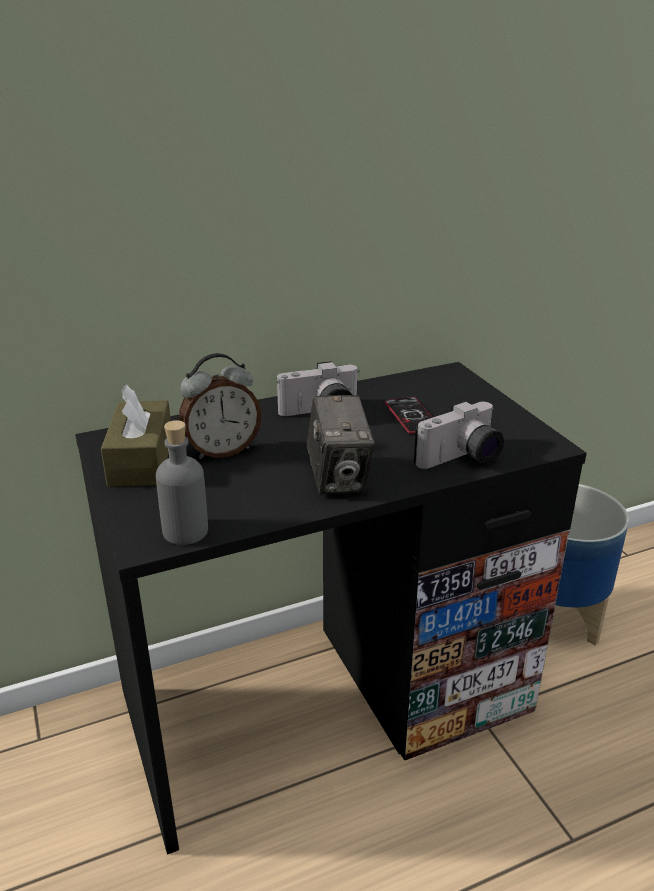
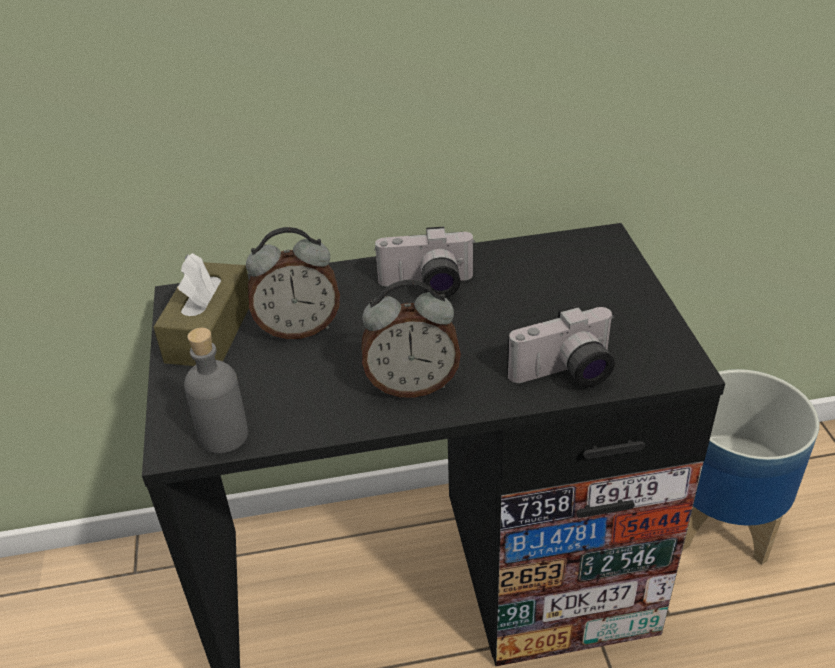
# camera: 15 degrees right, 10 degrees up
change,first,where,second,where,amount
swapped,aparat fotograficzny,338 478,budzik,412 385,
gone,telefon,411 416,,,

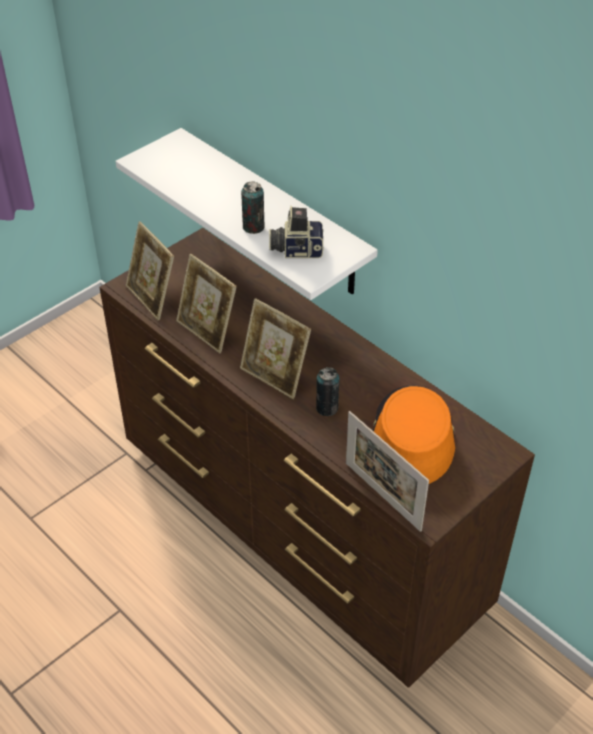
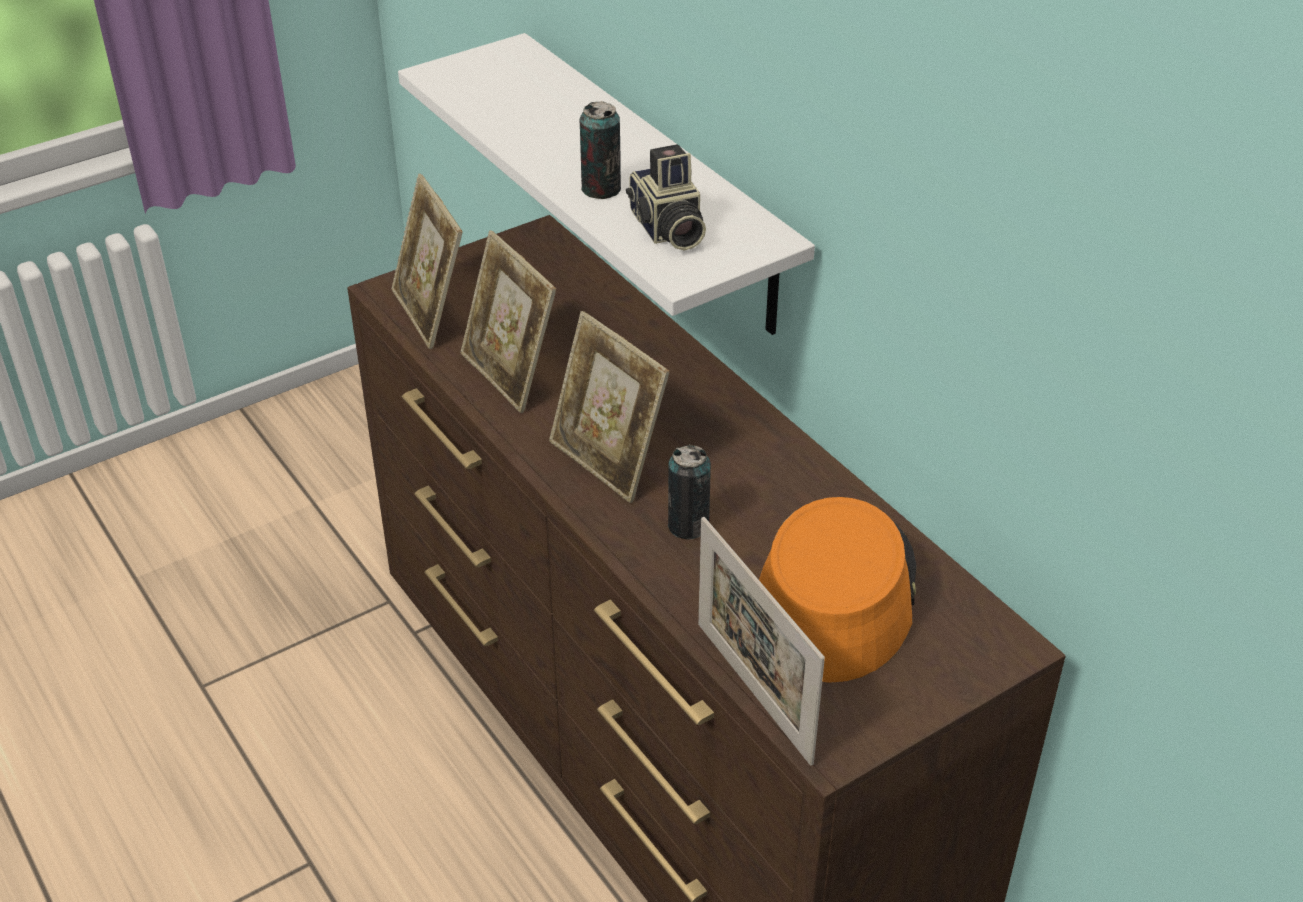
# camera: 10 degrees right, 5 degrees down
change,first,where,second,where,amount
rotated,aparat fotograficzny,296 249,,666 230,120 degrees counterclockwise

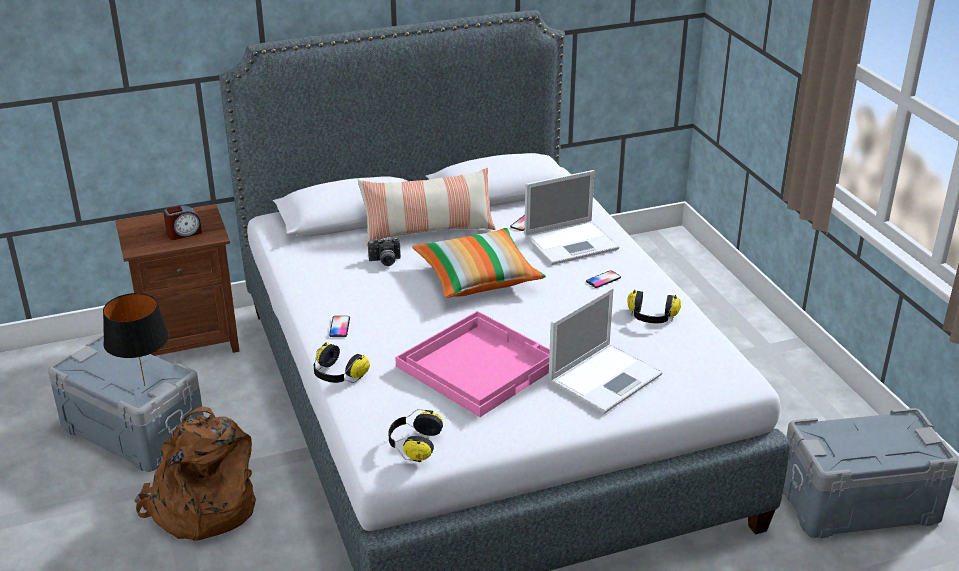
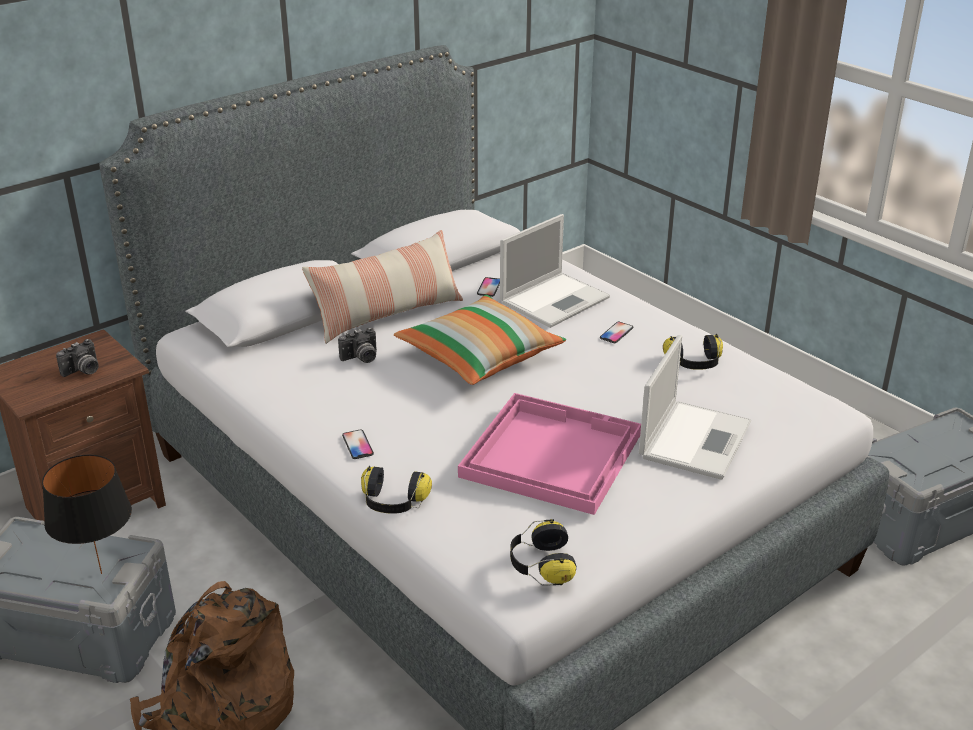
# camera: 20 degrees left, 0 degrees up
change,first,where,second,where,amount
swapped,budzik,184 233,aparat fotograficzny,83 371,

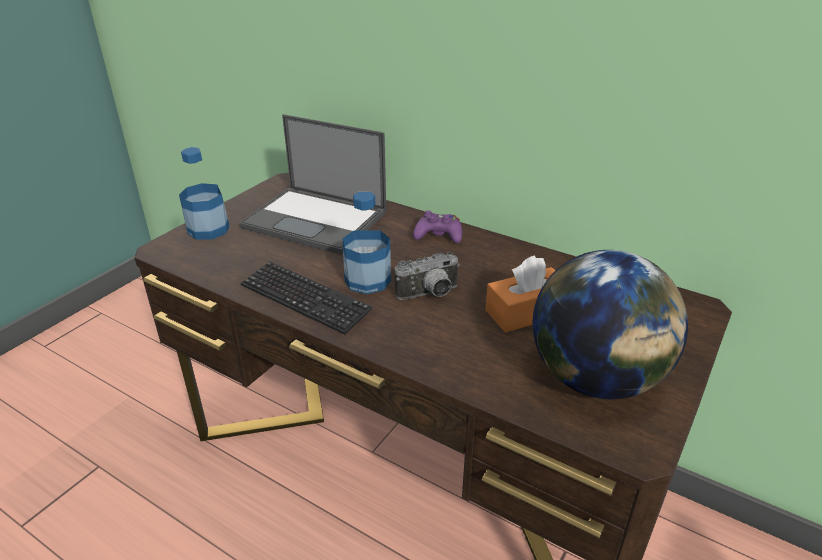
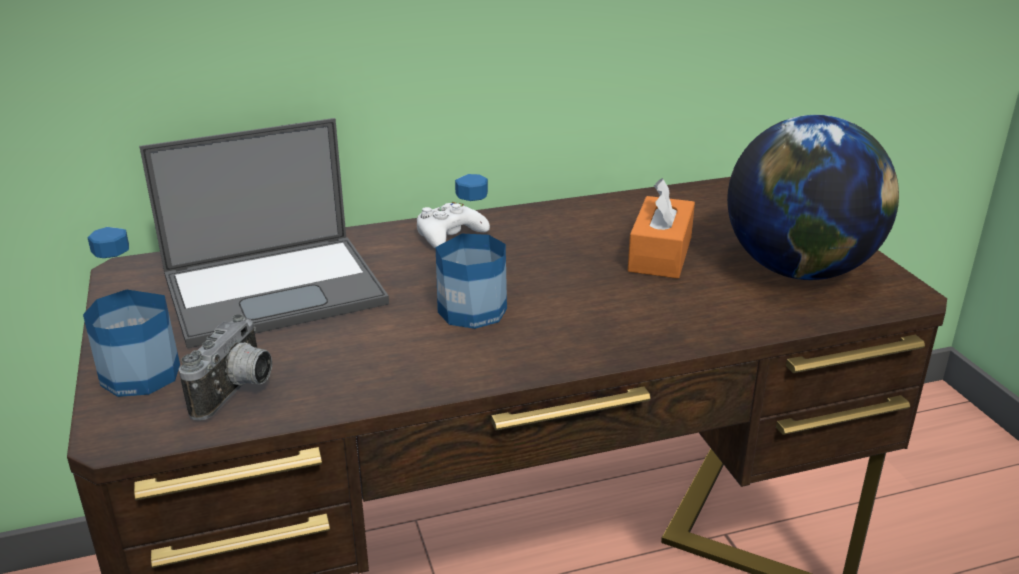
# camera: 50 degrees left, 5 degrees down
change,first,where,second,where,amount
gone,klawiatura,305 299,,,
shifted,aparat fotograficzny,430 295,,238 392,
repainted,pad do gier [fioletowy],438 235,pad do gier [biały],449 235,

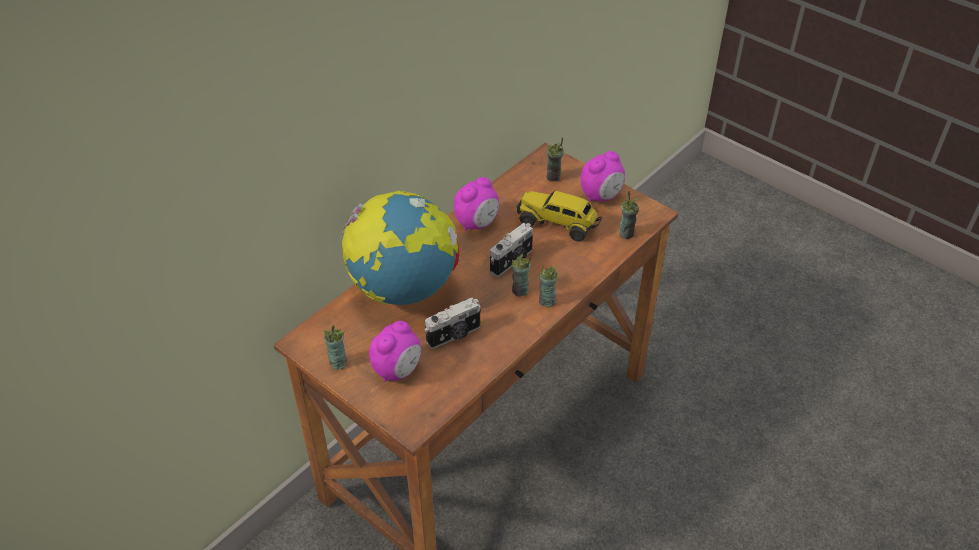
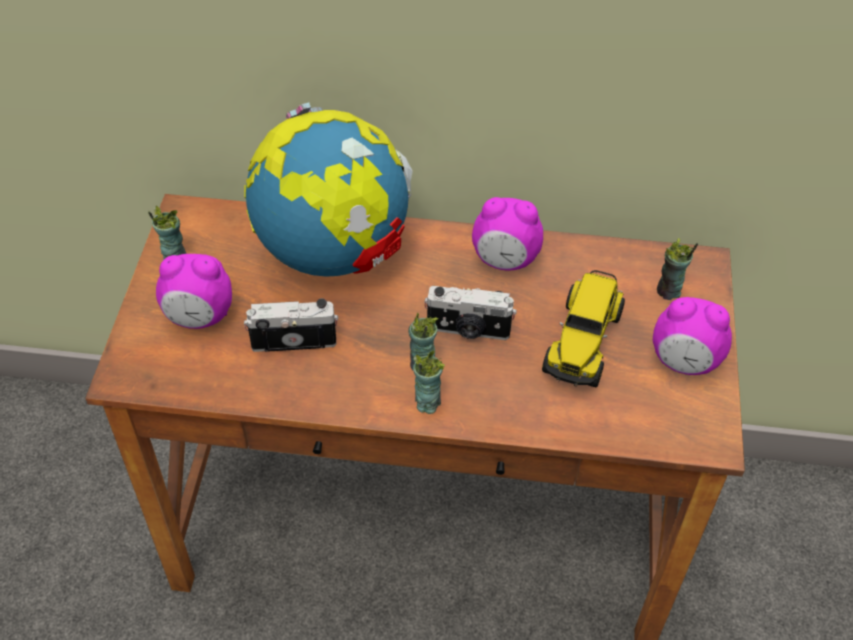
# camera: 55 degrees right, 5 degrees up
change,first,where,second,where,amount
rotated,aparat fotograficzny,454 335,,294 340,150 degrees clockwise
rotated,ciężarówka zabawkowa,558 223,,583 341,150 degrees counterclockwise
gone,filiżanka,626 233,,,

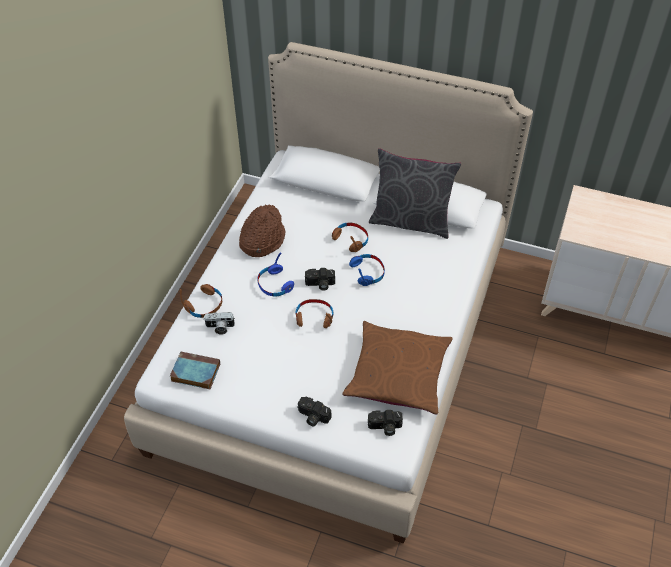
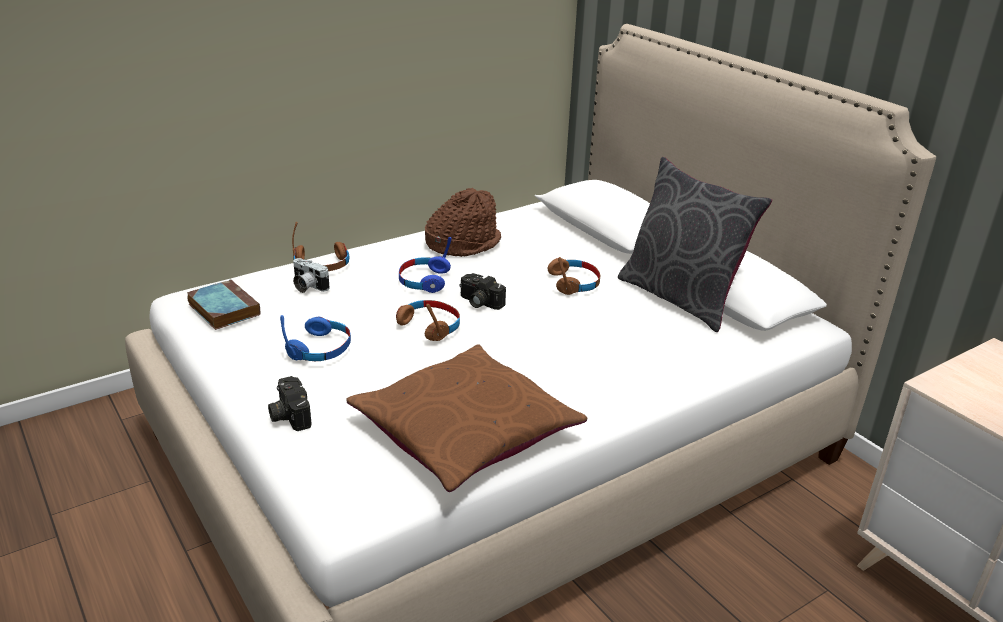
# camera: 35 degrees right, 20 degrees down
change,first,where,second,where,amount
shifted,słuchawki [niebieski],367 272,,321 349,
gone,aparat fotograficzny,384 427,,,

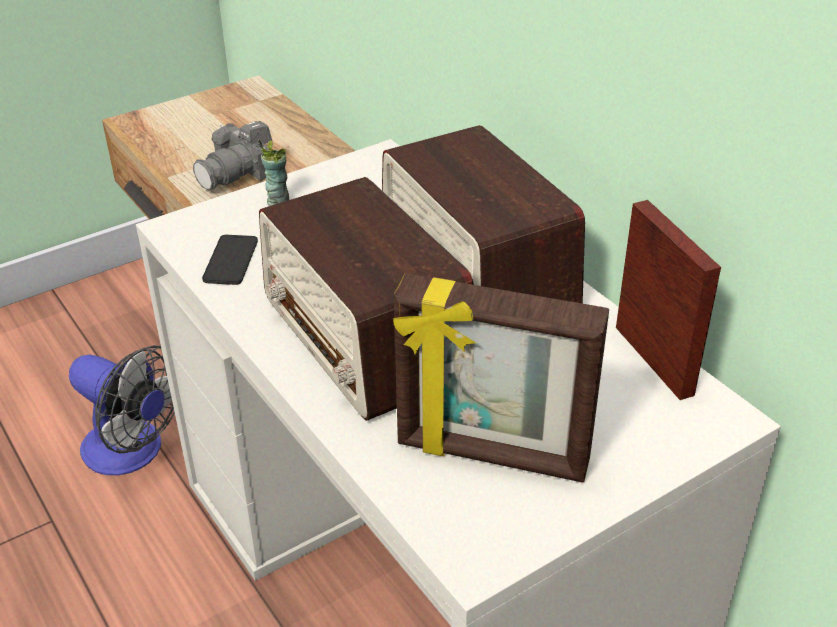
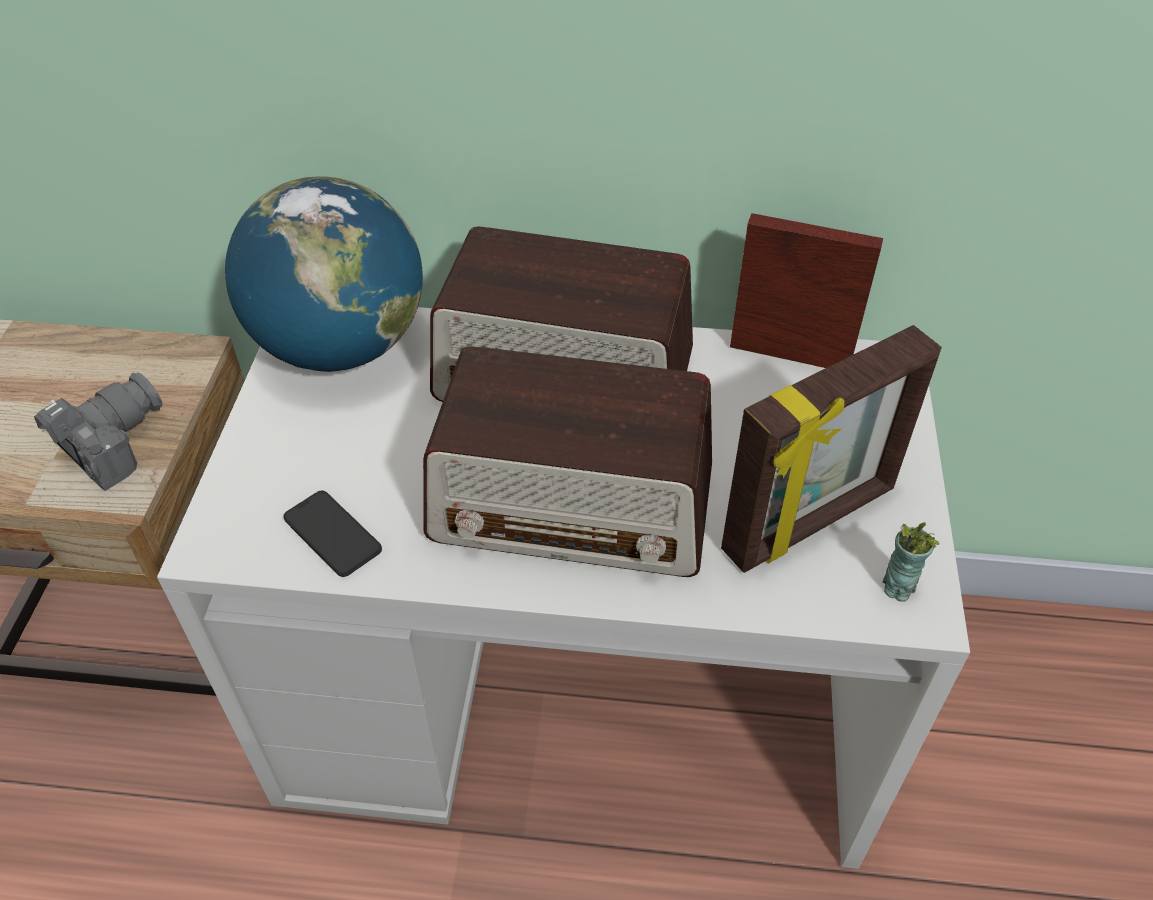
# camera: 50 degrees left, 10 degrees up
change,first,where,second,where,amount
gone,wentylator,133 452,,,
rotated,aparat fotograficzny,238 173,,109 443,135 degrees counterclockwise
shifted,filiżanka,278 200,,897 586,
new,,,globus,341 346,

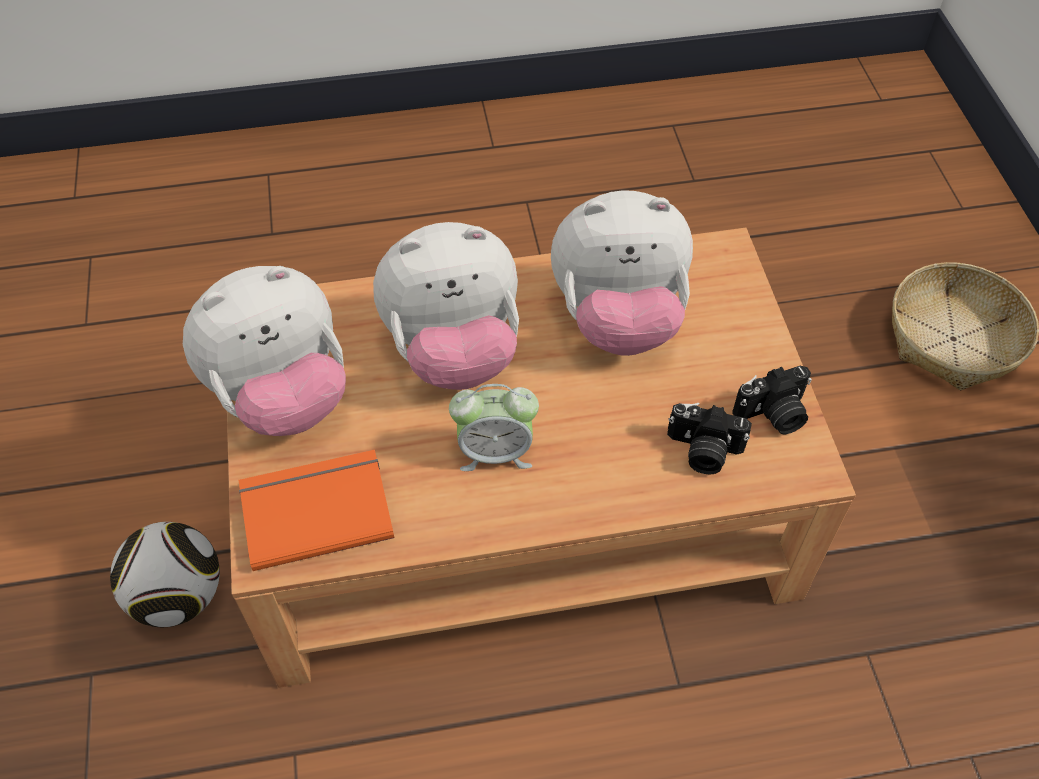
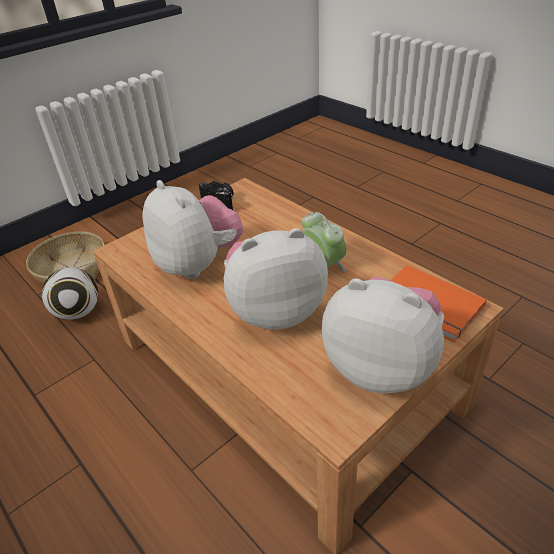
# camera: 120 degrees left, 15 degrees down
change,first,where,second,where,amount
shifted,piłka futbolowa,178 596,,78 312,
rotated,pluszak,454 351,,275 311,60 degrees counterclockwise
gone,aparat fotograficzny,703 451,,,

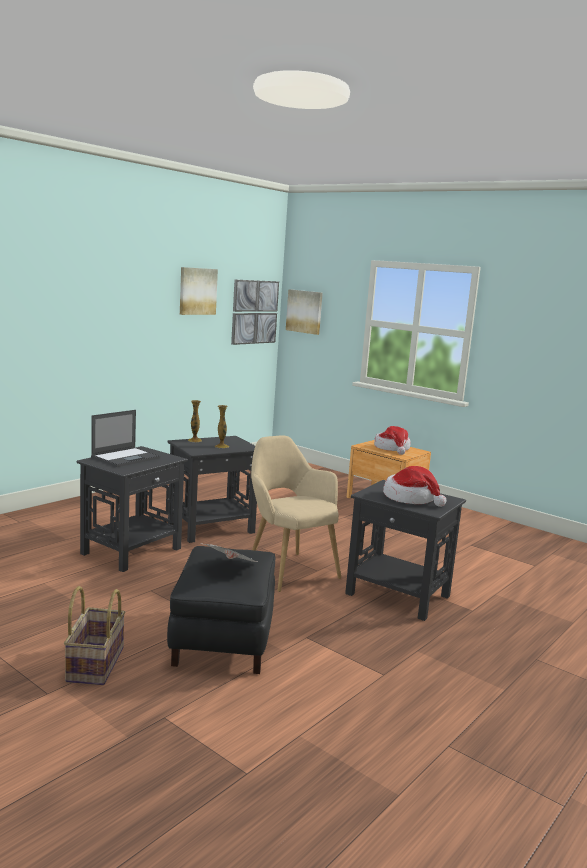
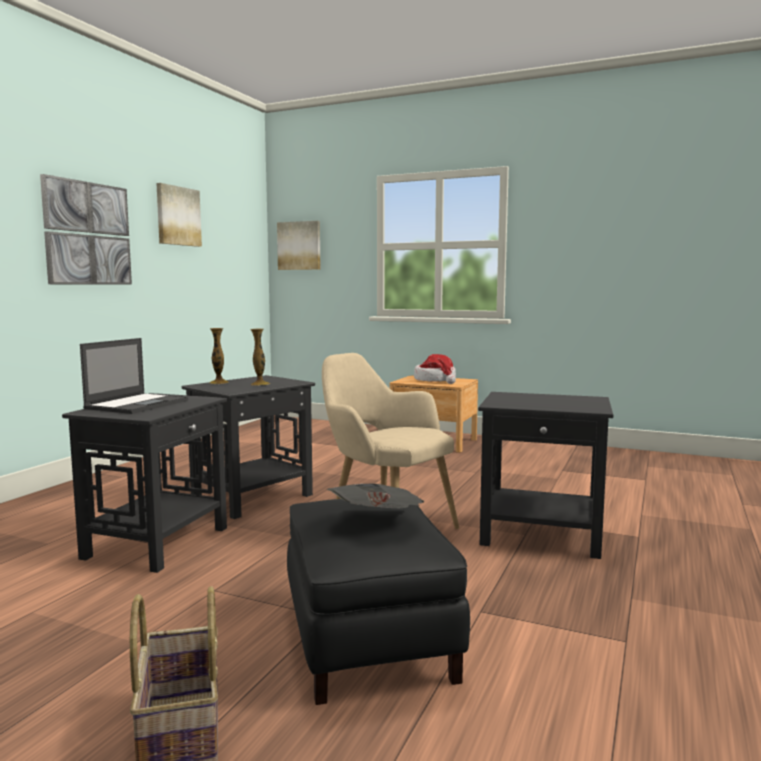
# camera: 15 degrees left, 5 degrees down
change,first,where,second,where,amount
shifted,obraz,254 312,,87 233,
gone,kapelusz,410 498,,,

